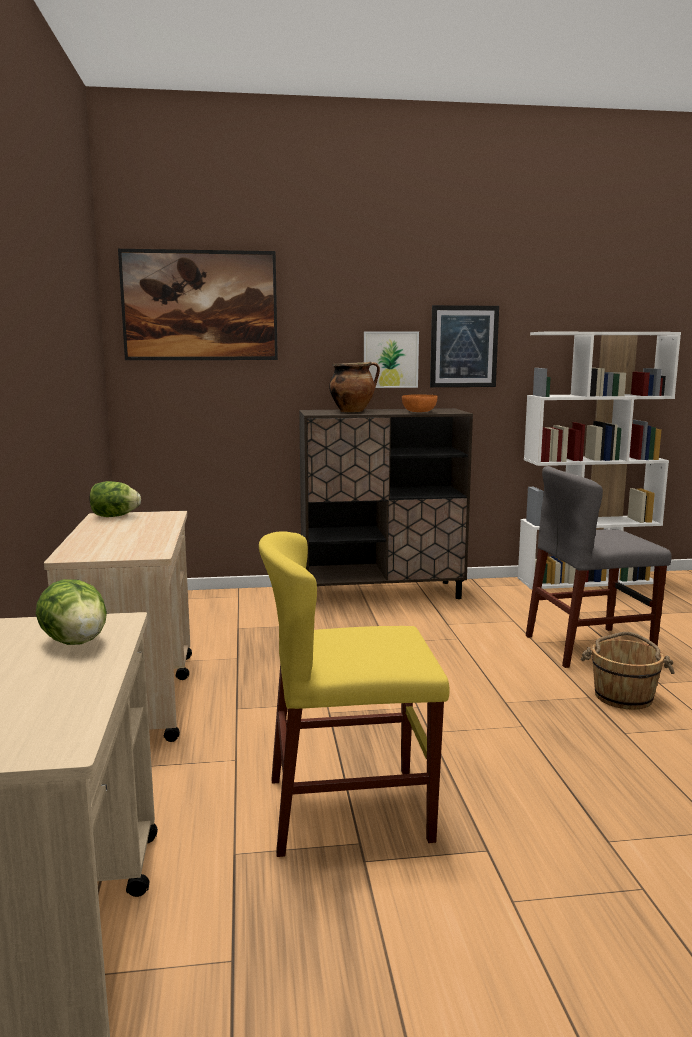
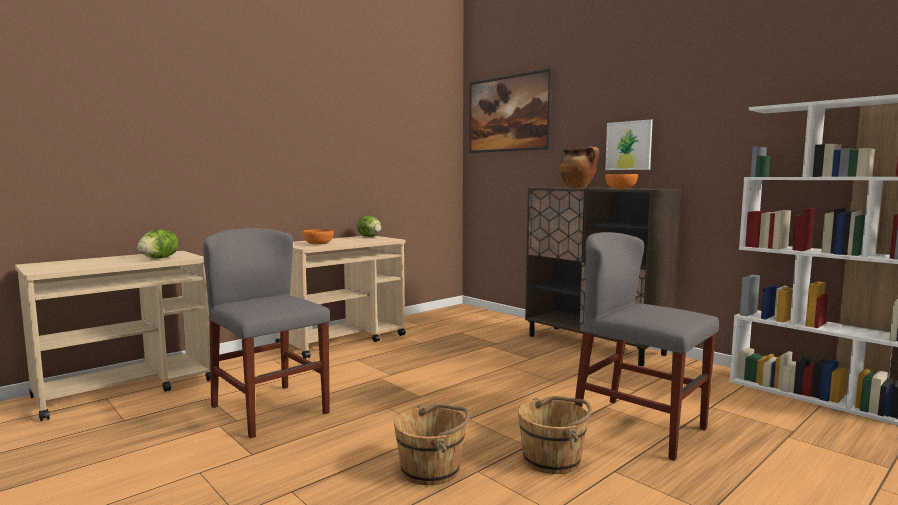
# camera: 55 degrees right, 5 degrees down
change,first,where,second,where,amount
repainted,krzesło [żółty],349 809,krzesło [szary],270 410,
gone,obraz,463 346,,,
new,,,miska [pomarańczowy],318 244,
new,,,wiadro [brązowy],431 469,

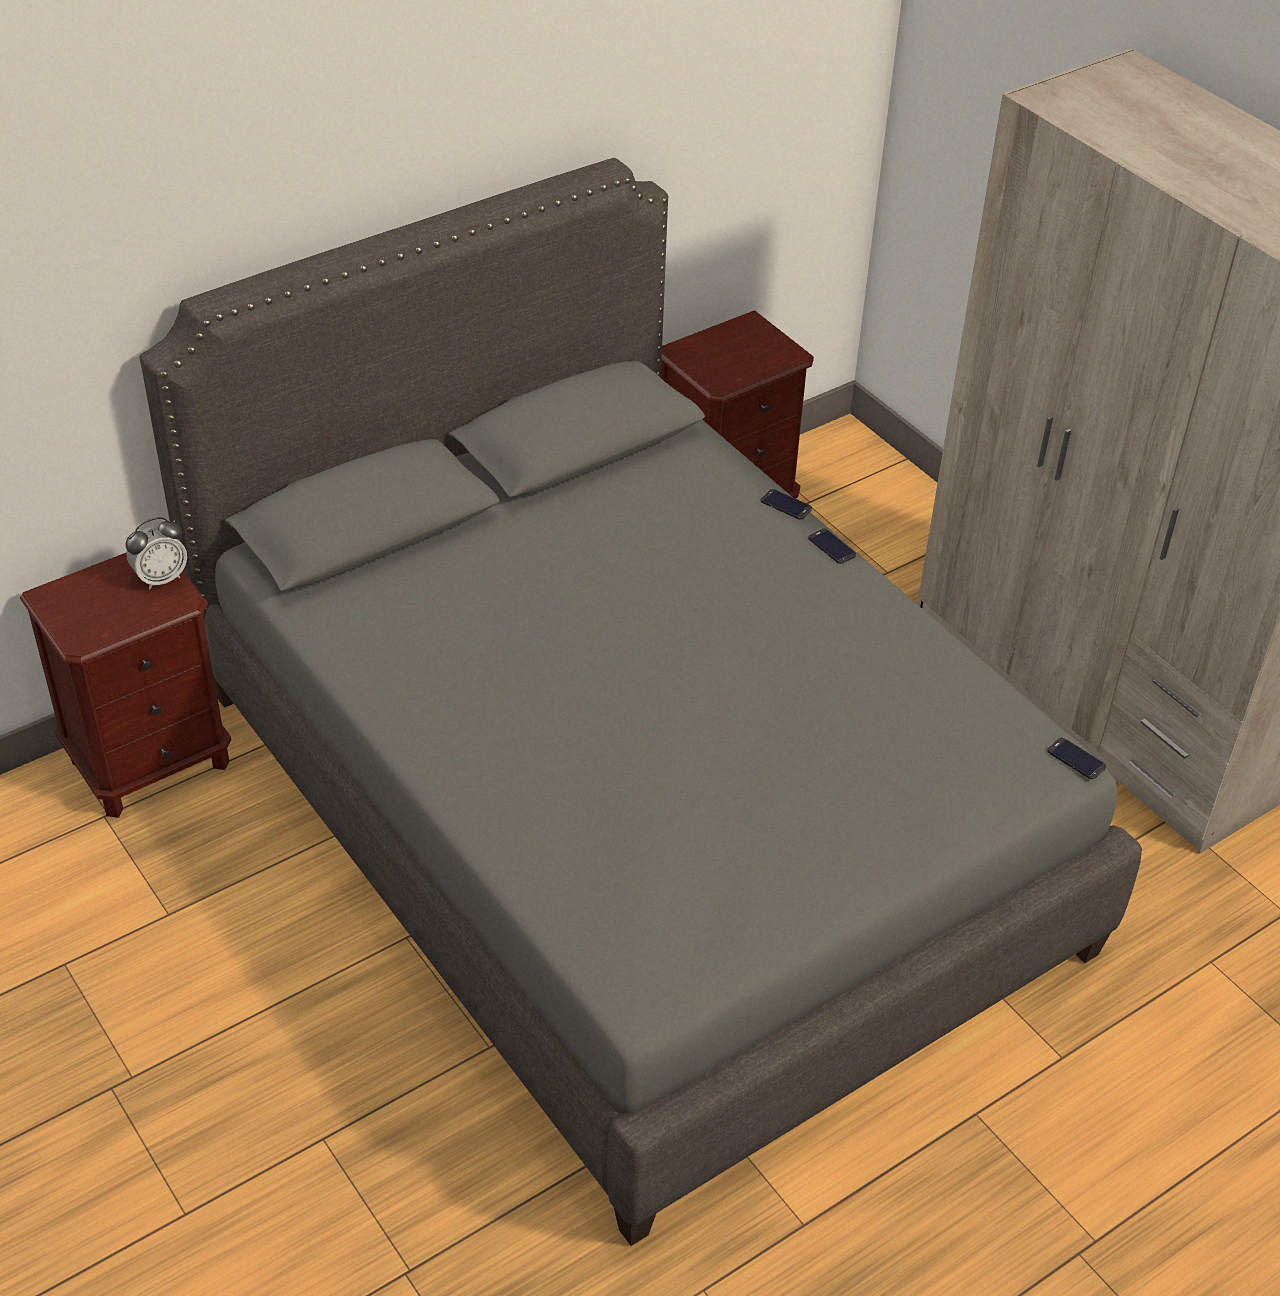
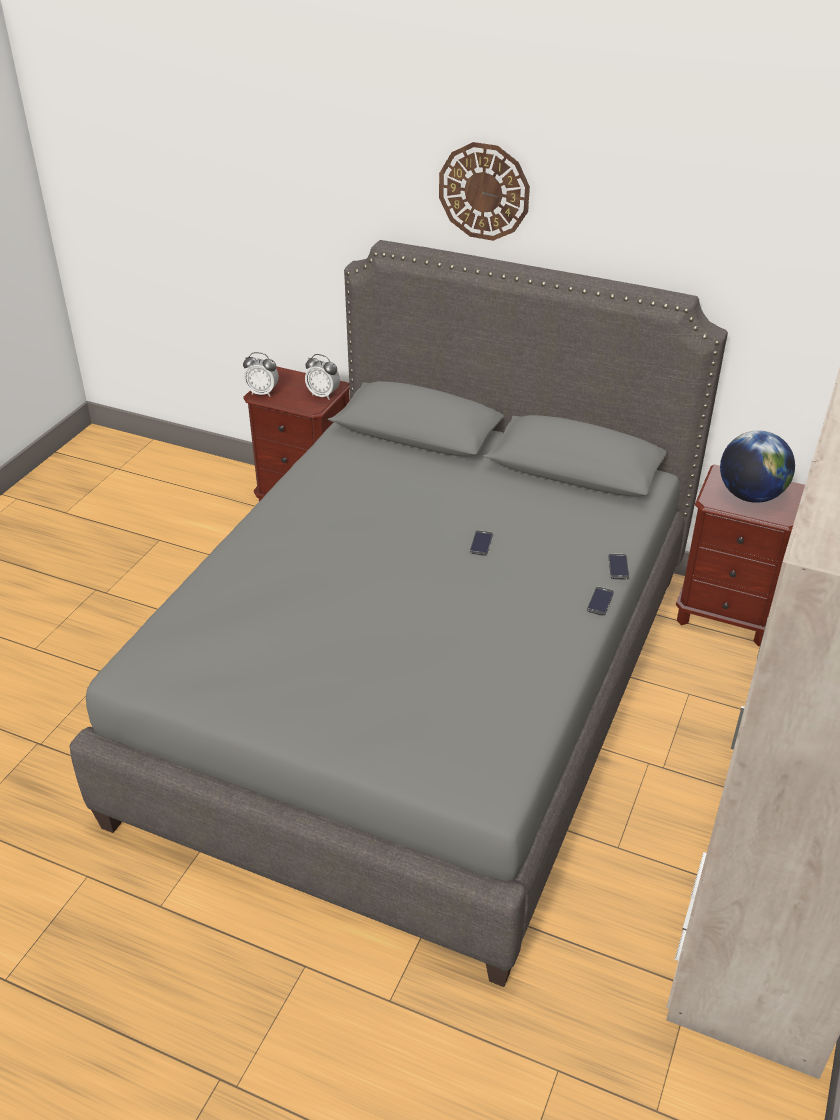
# camera: 60 degrees right, 5 degrees down
change,first,where,second,where,amount
shifted,telefon,1076 759,,481 543,
new,,,budzik,262 393,
new,,,zegar ścienny,484 191,
new,,,globus,750 495,

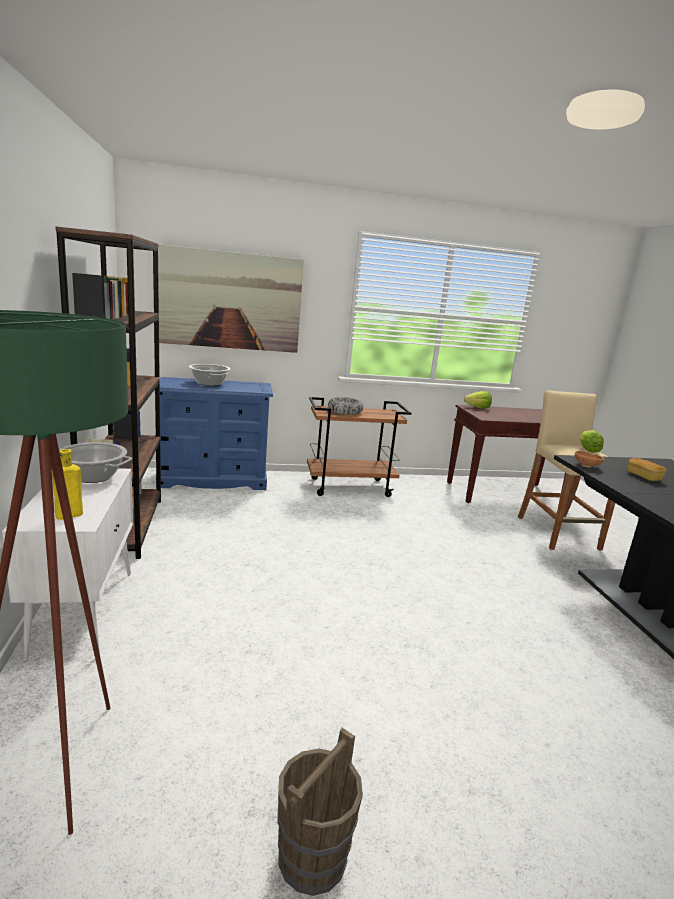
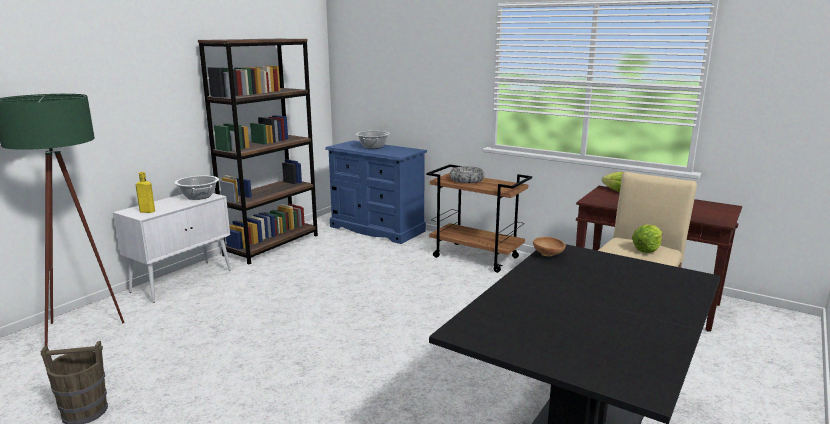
# camera: 45 degrees right, 0 degrees up
change,first,where,second,where,amount
gone,obraz,231 301,,,
gone,chleb,643 476,,,

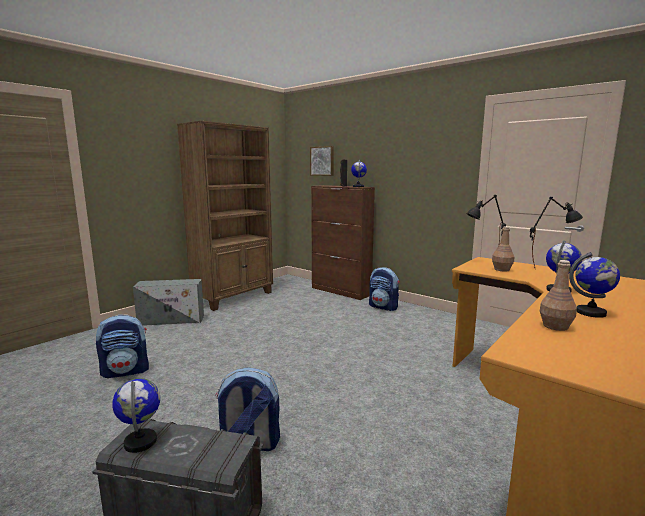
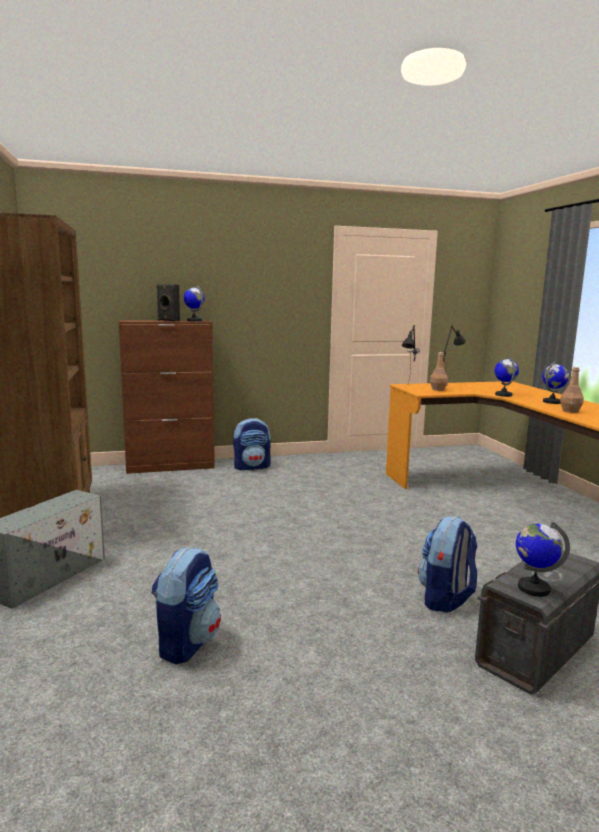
# camera: 55 degrees left, 0 degrees up
change,first,where,second,where,amount
gone,obraz,322 161,,,

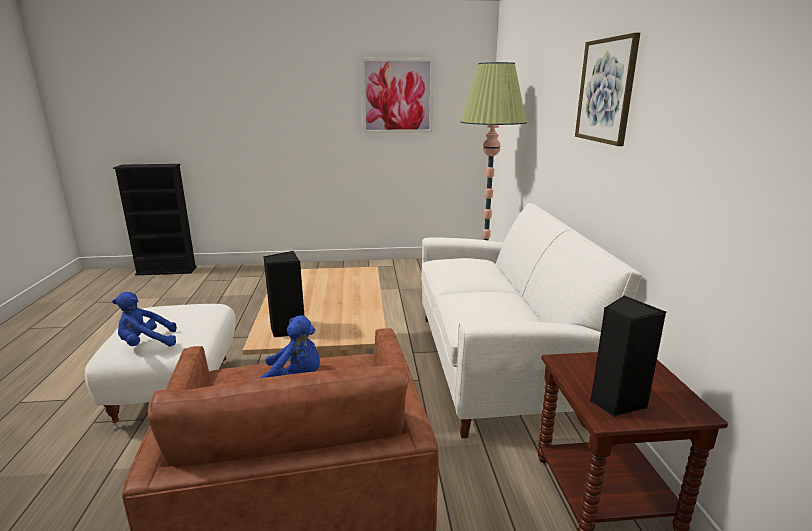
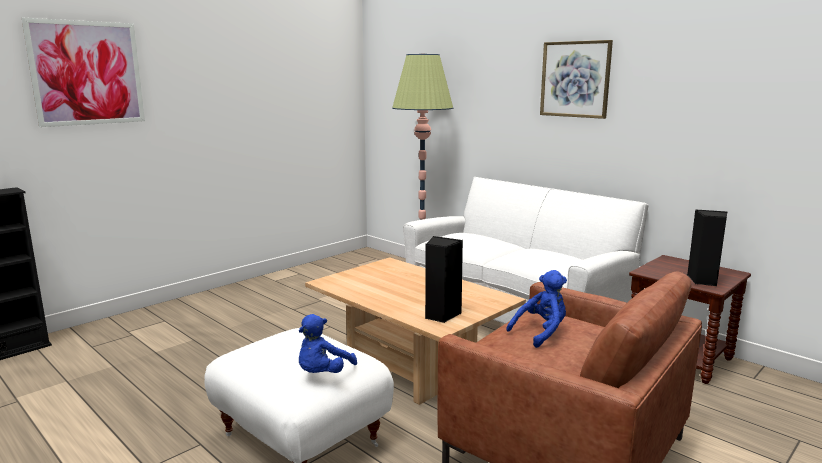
# camera: 40 degrees left, 5 degrees down
change,first,where,second,where,amount
shifted,obraz,397 96,,87 73,

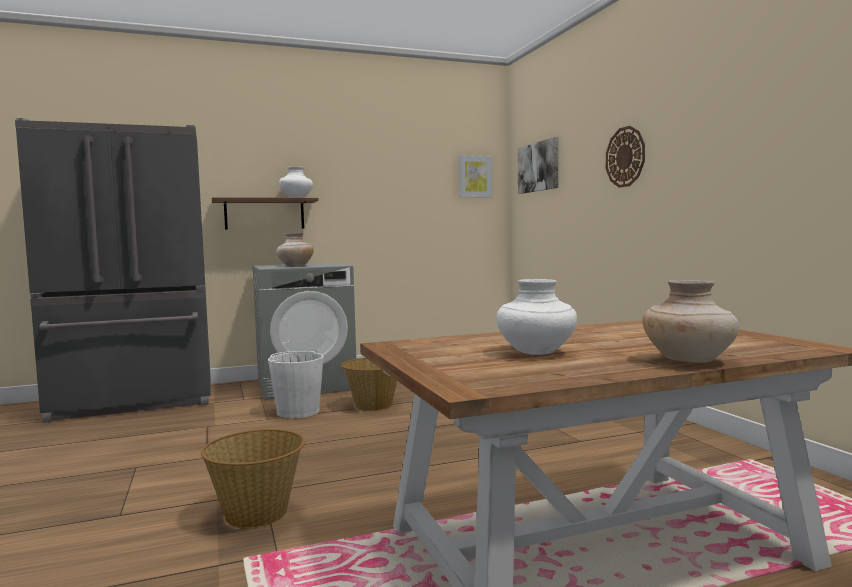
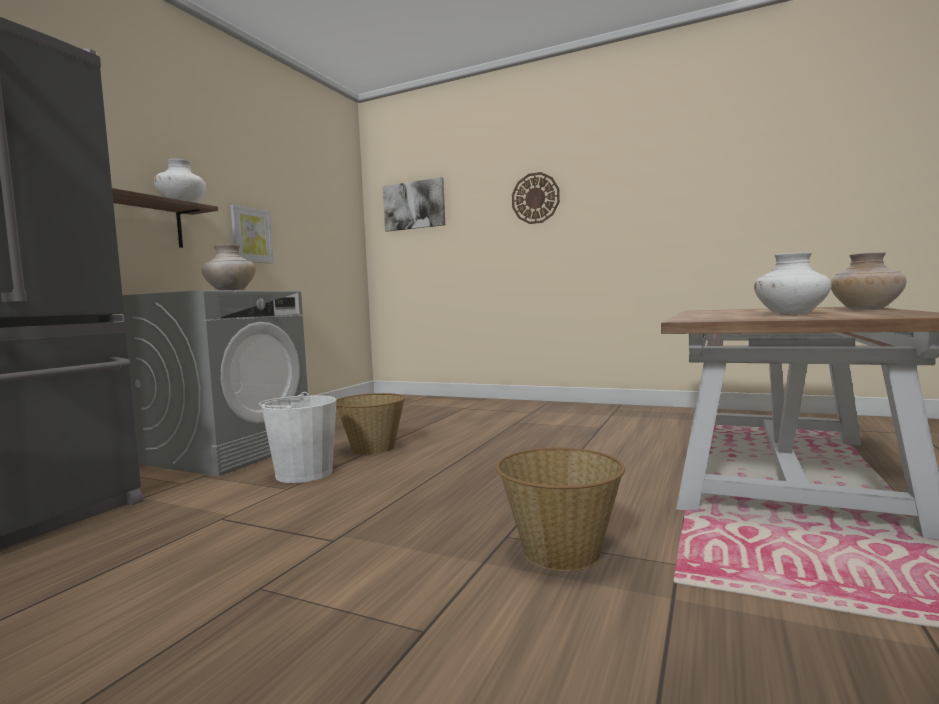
# camera: 45 degrees left, 0 degrees up
change,first,where,second,where,amount
shifted,obraz,474 176,,251 235,

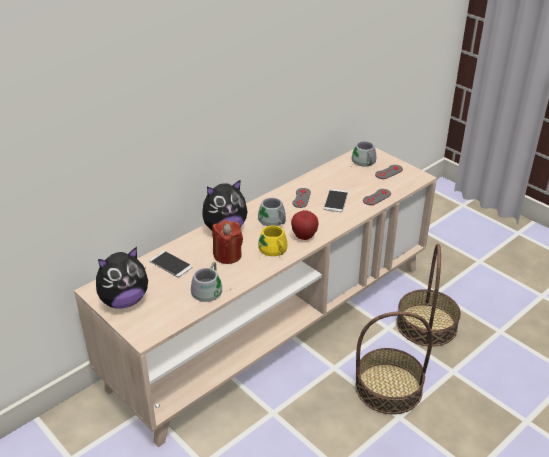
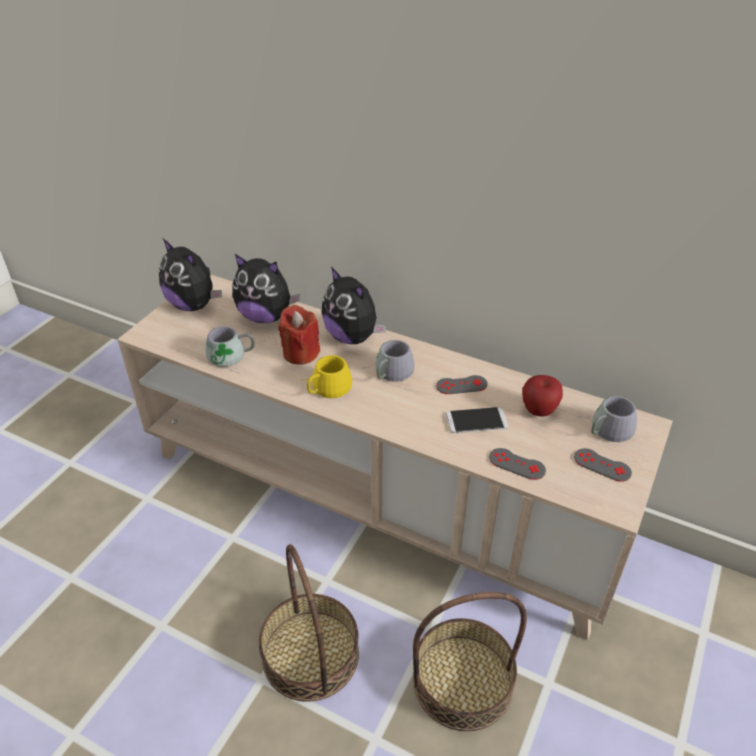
# camera: 70 degrees right, 5 degrees up
change,first,where,second,where,amount
swapped,telefon,170 264,pluszak,266 317,
shifted,jabłko,304 237,,538 411,

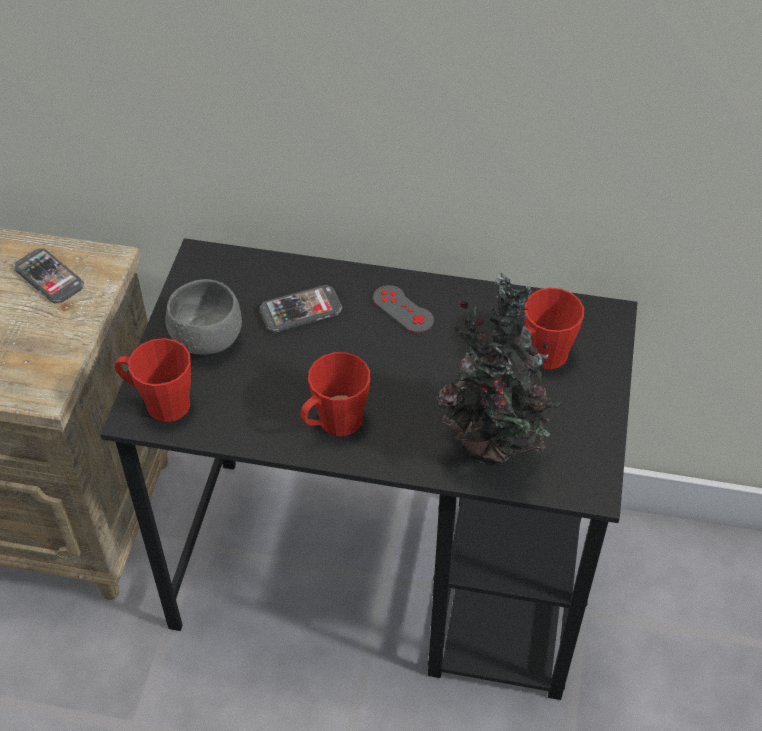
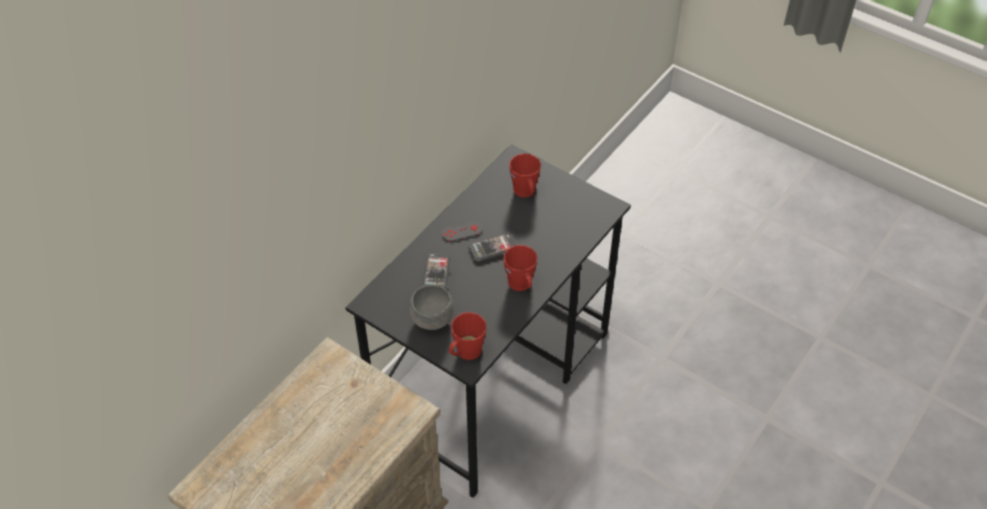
# camera: 65 degrees left, 0 degrees up
change,first,where,second,where,amount
shifted,telefon,49 278,,492 248,
gone,roślina doniczkowa,494 447,,,

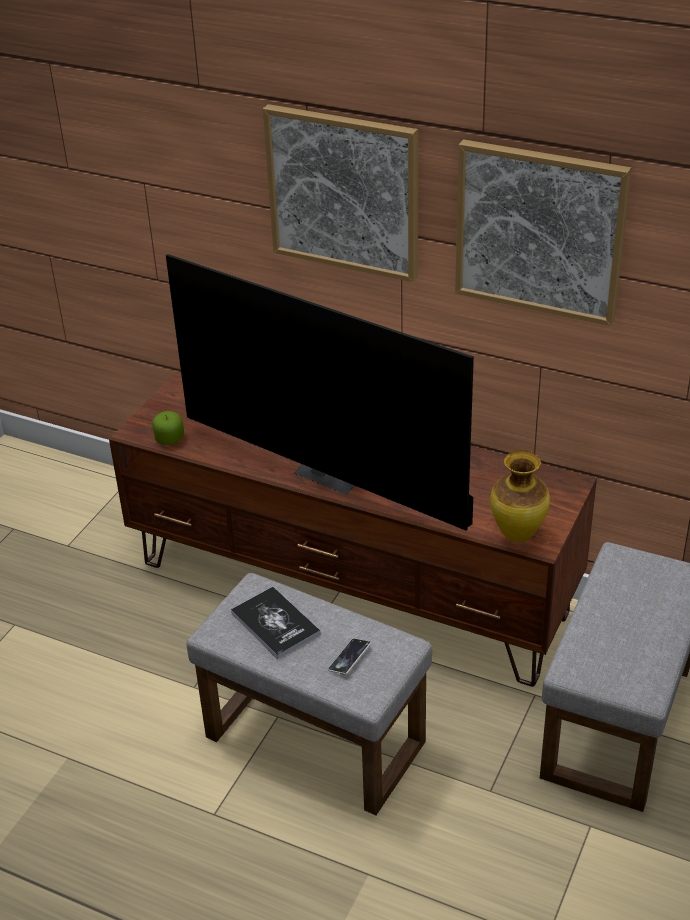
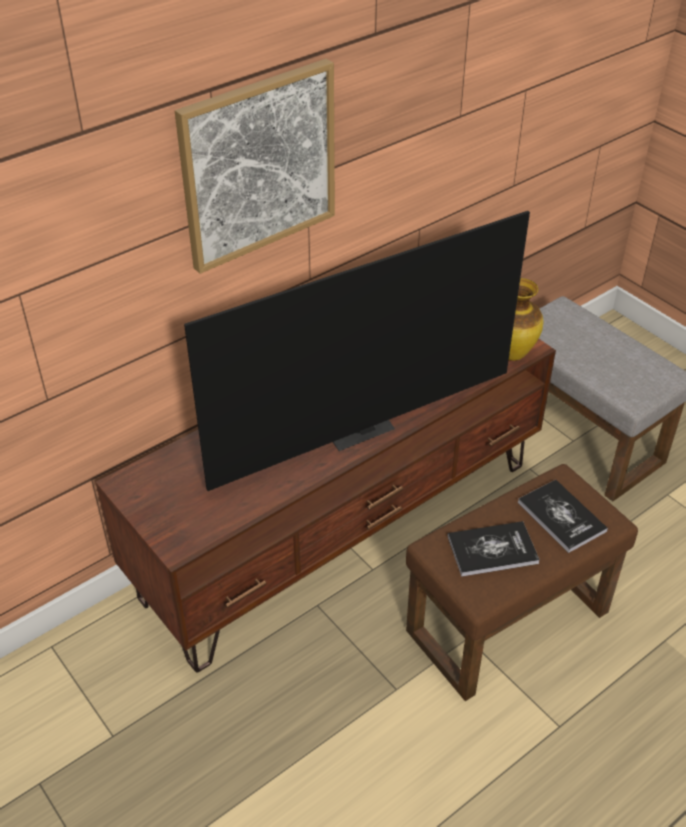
# camera: 65 degrees left, 5 degrees up
change,first,where,second,where,amount
gone,jabłko,169 439,,,
repainted,pufa [szary],318 739,pufa [brązowy],508 619,
swapped,telefon,349 658,książka,561 516,
gone,obraz,540 231,,,

